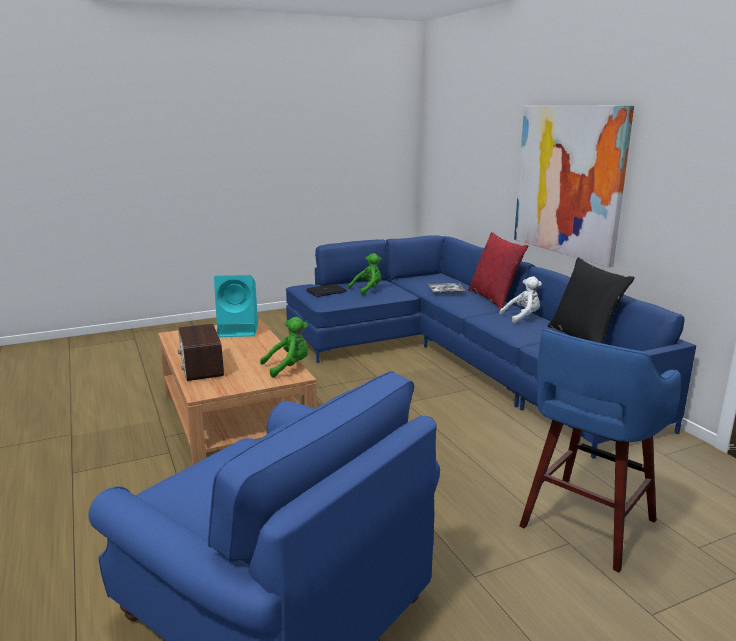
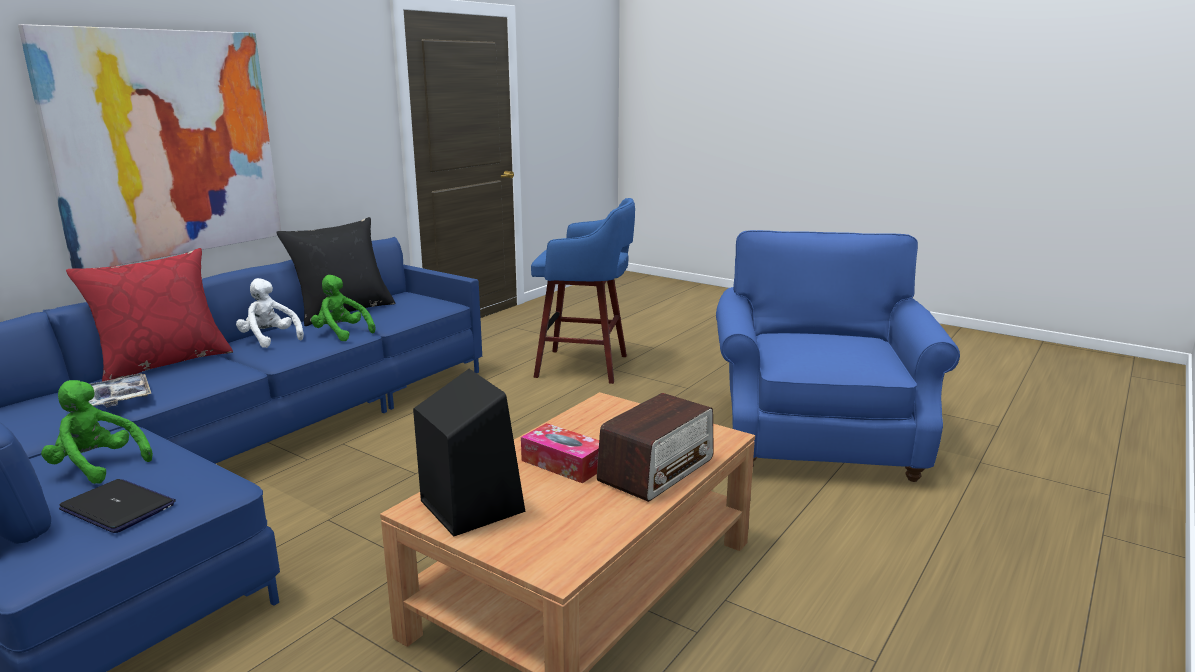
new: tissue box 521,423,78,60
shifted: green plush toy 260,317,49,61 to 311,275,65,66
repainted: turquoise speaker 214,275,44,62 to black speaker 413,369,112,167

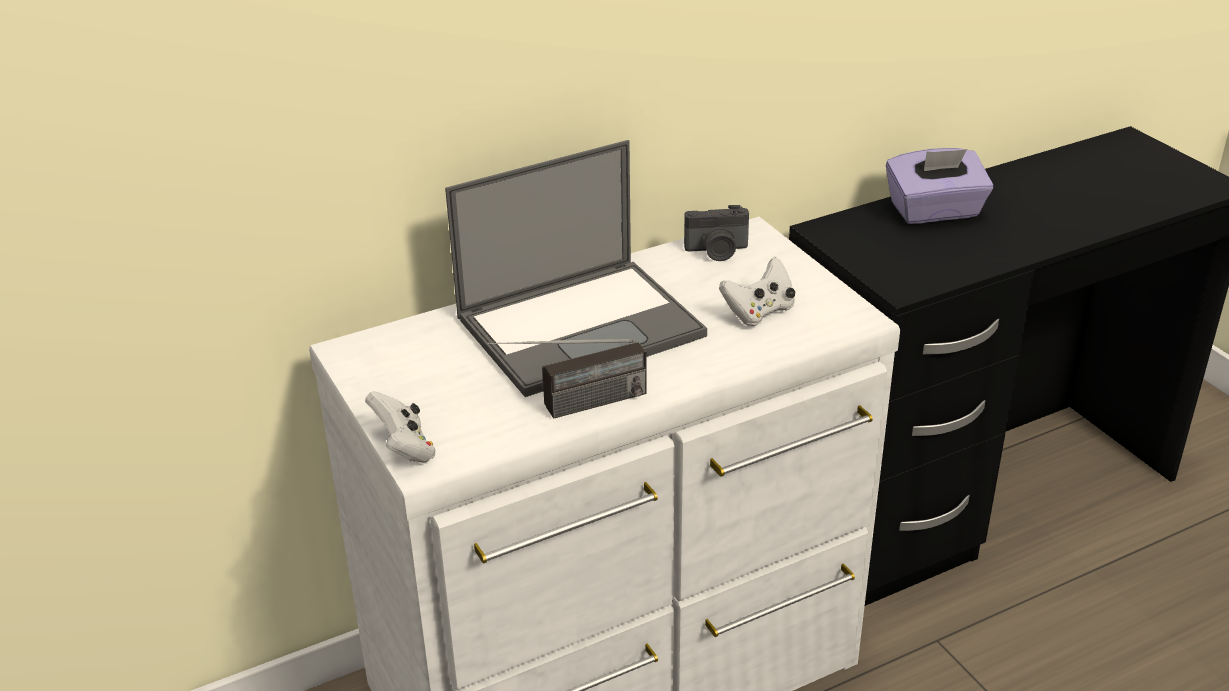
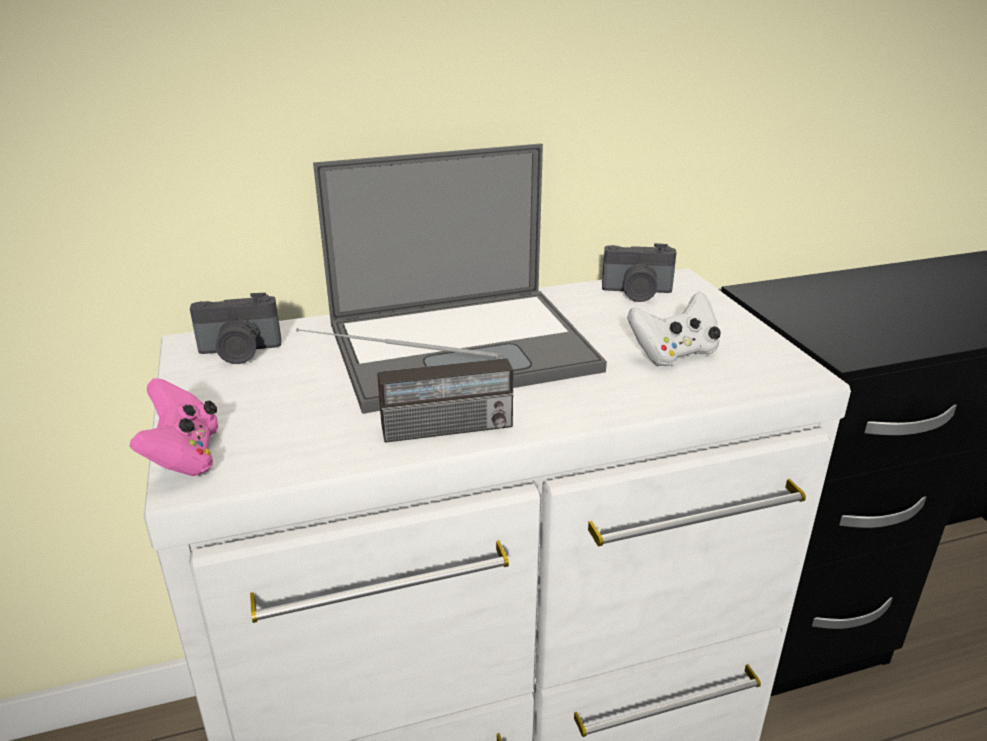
gone: purple tissue box 886,148,107,76
new: photo camera 190,293,91,71
repainted: white game controller 365,391,71,72 to pink game controller 130,378,88,98

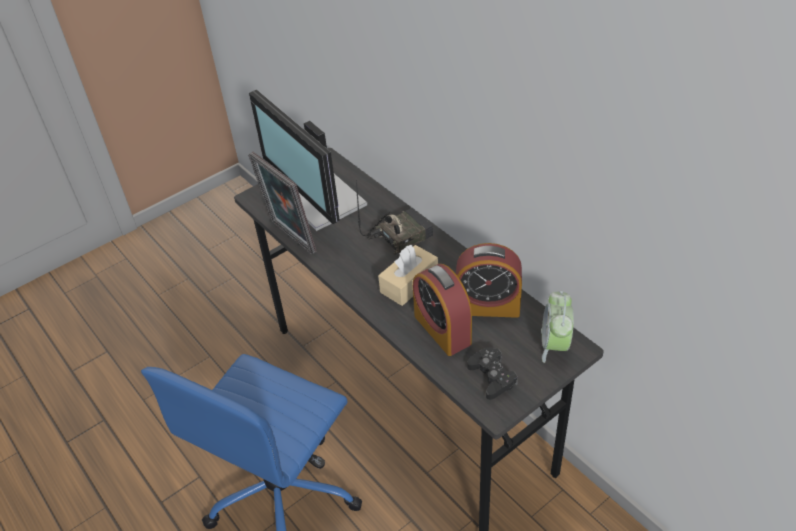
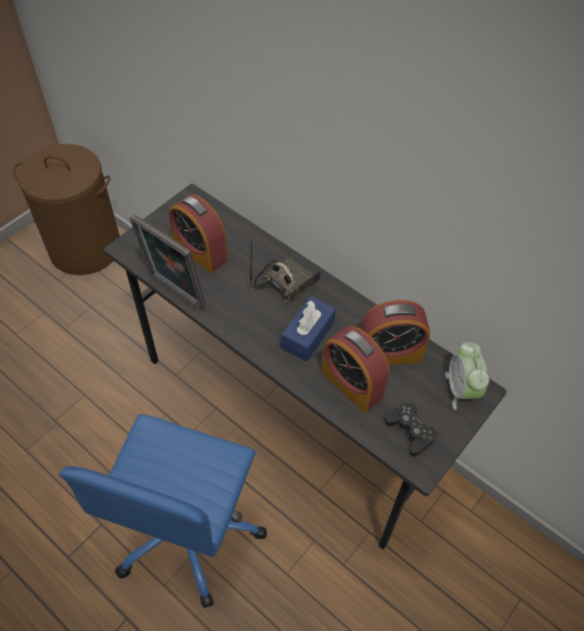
new: brown laundry basket 13,144,107,131
swapped: monitor 249,90,118,141 to alarm clock 169,195,59,78
repainted: beige tissue box 378,245,60,61 to blue tissue box 281,296,55,65

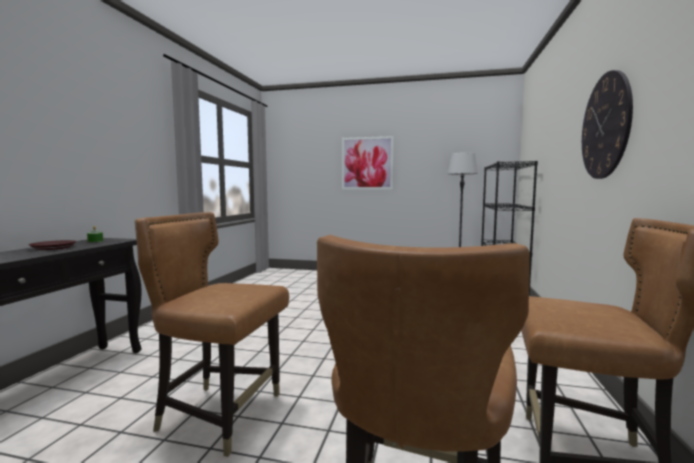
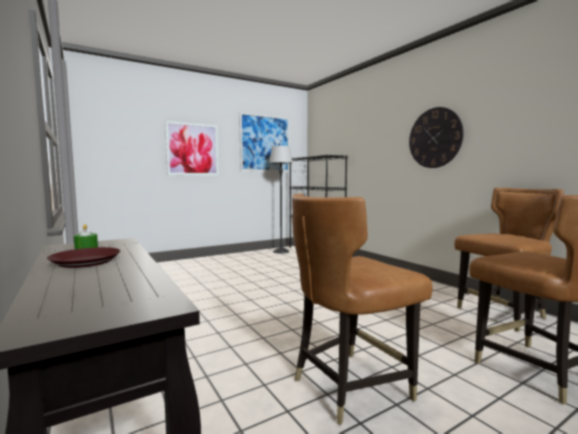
new: picture 239,112,51,60

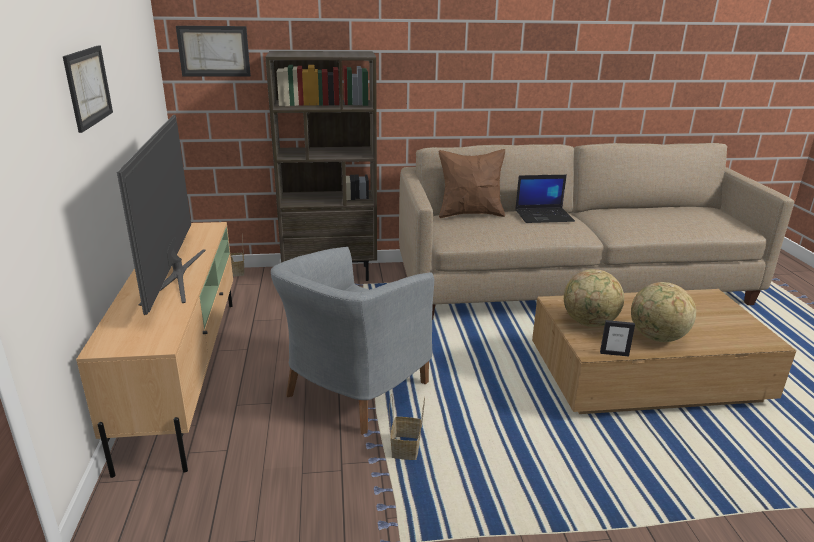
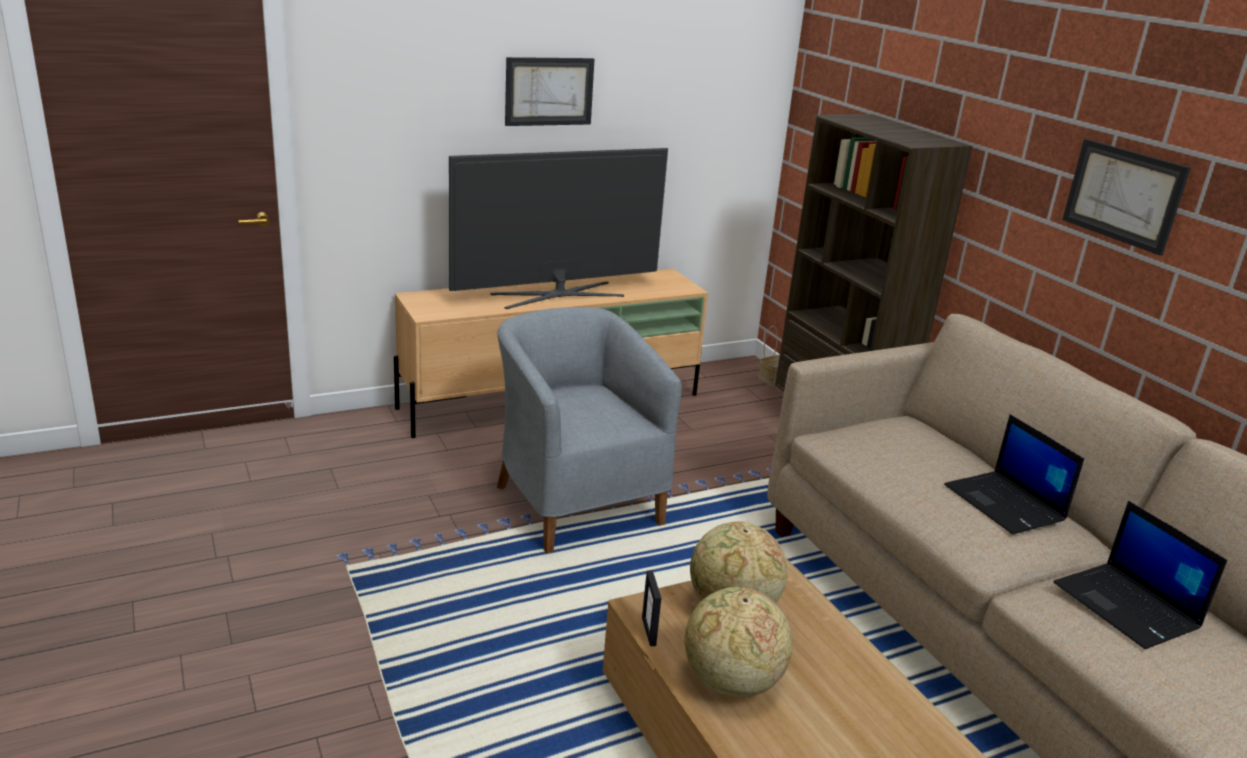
gone: basket 389,394,36,66; brown pillow 439,149,66,69
new: laptop 1053,501,174,148
shifted: picture 176,26,75,50 to 1062,139,128,117
rotated: grey armchair 271,247,163,188 = 497,307,185,246 45 degrees clockwise

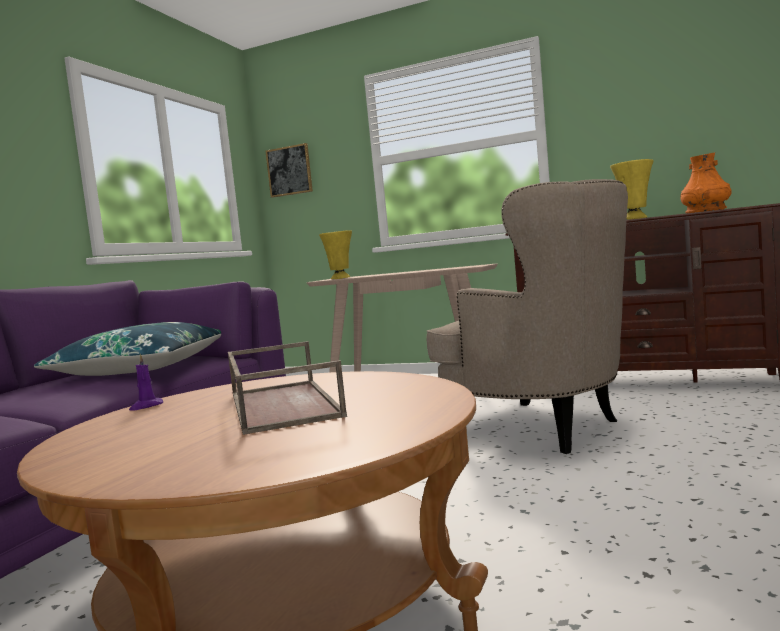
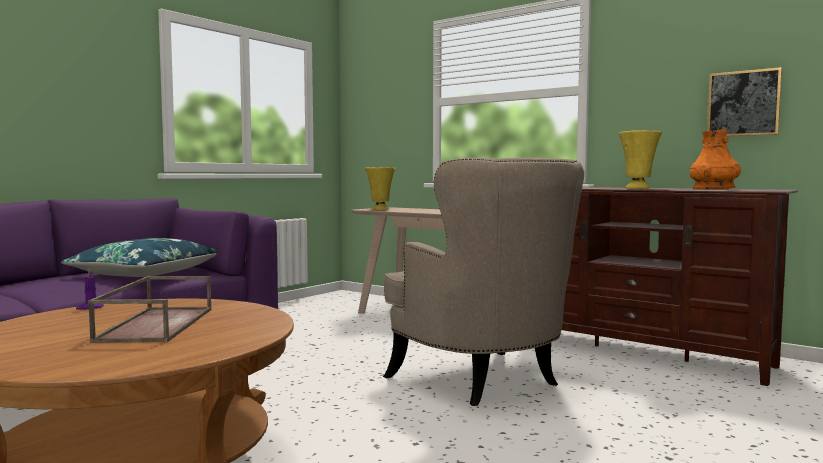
shifted: picture 265,143,48,55 to 707,67,75,69

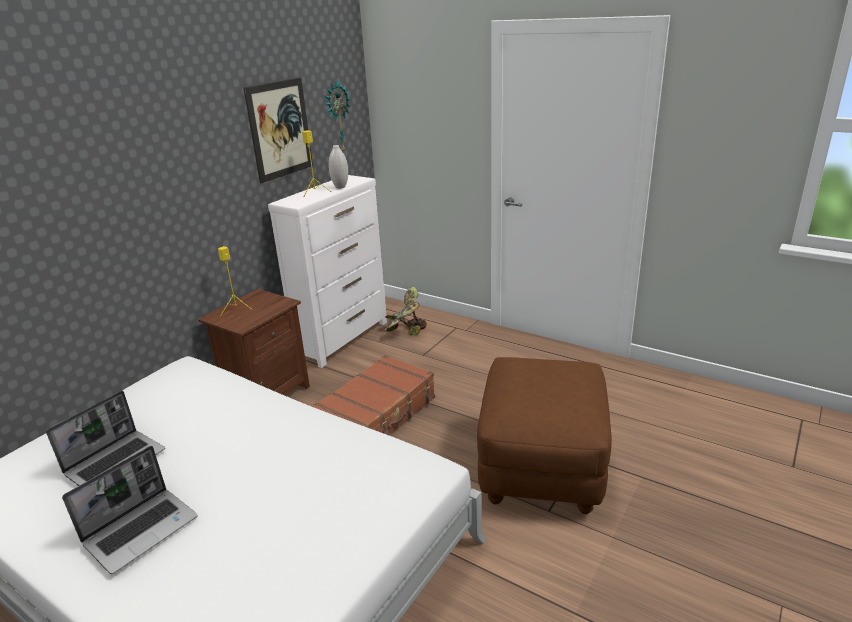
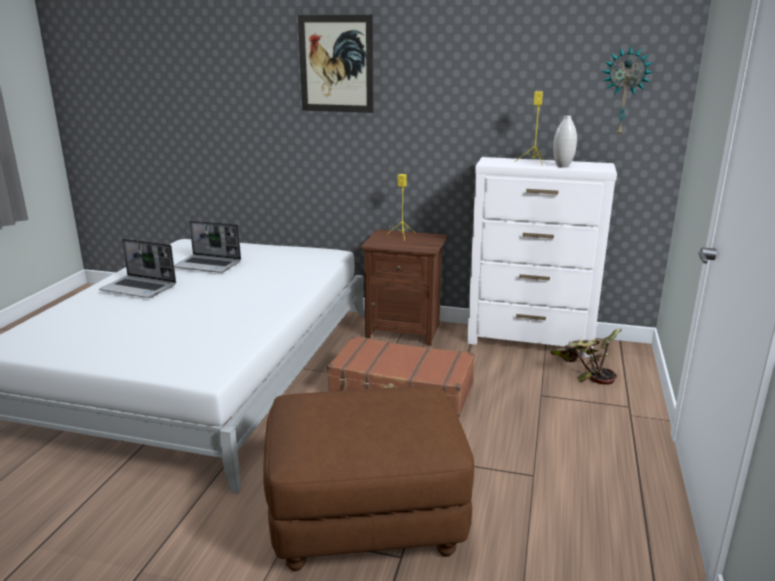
shifted: picture 244,77,69,106 to 298,15,76,98

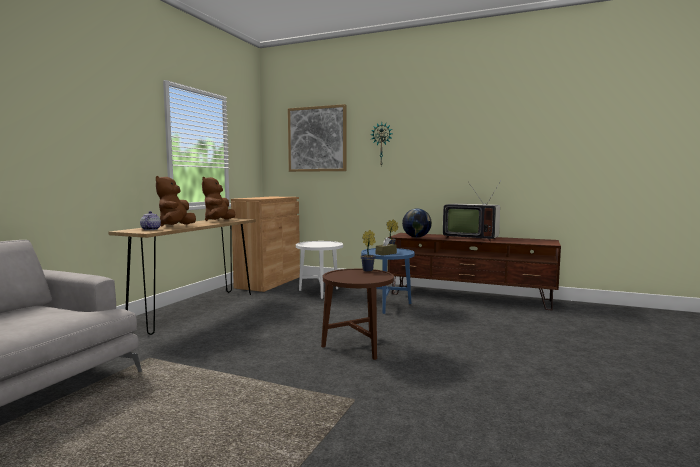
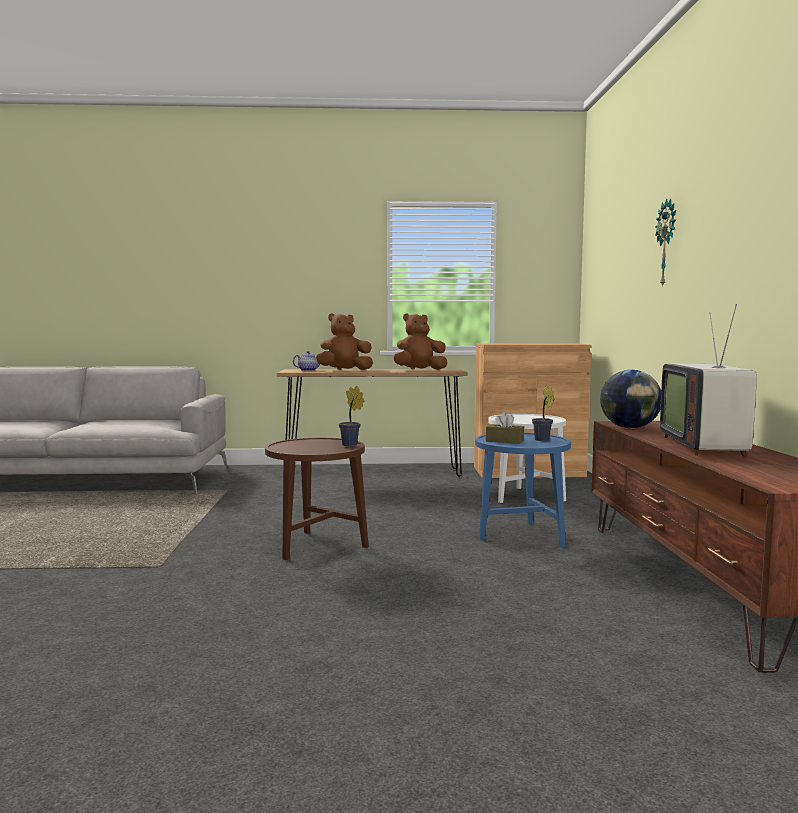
gone: picture 288,104,58,68

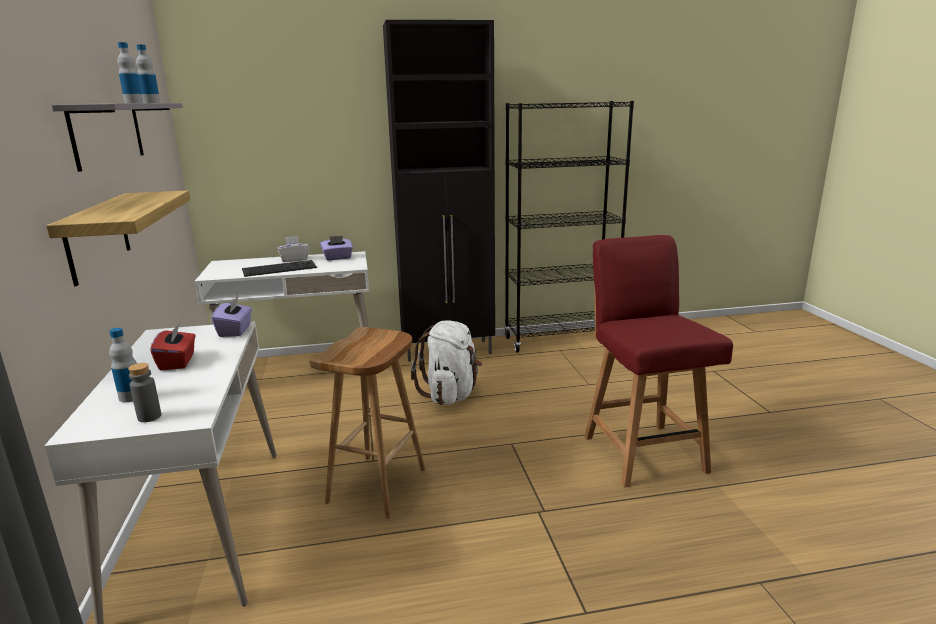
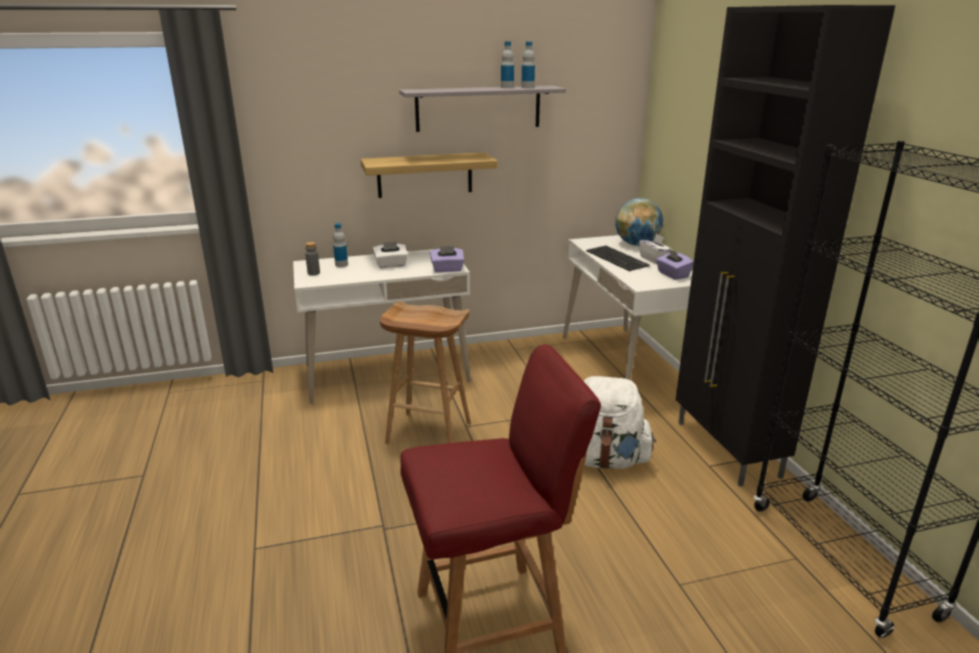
new: globe 615,198,48,48
repainted: red tissue box 150,323,45,47 to white tissue box 373,242,35,26

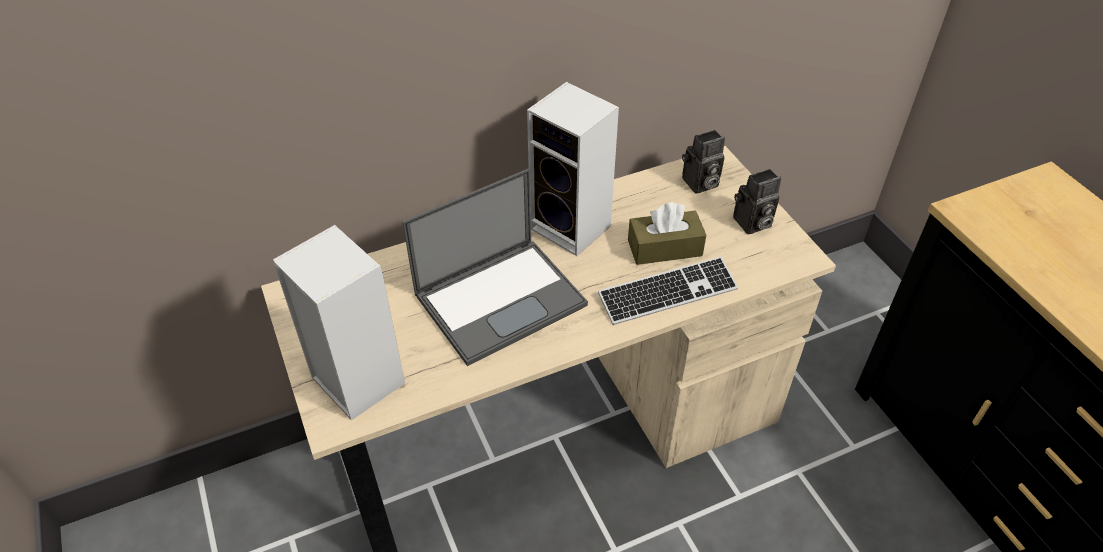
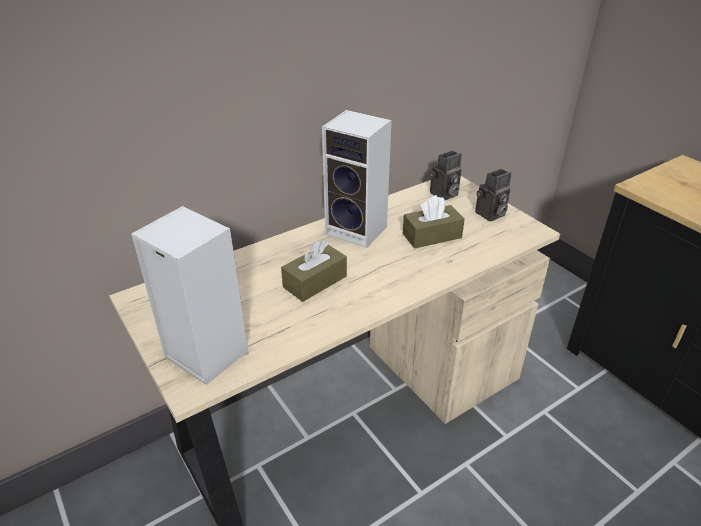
gone: keyboard 598,256,141,69
swapped: laptop 402,168,186,198 to brown tissue box 281,240,66,62

